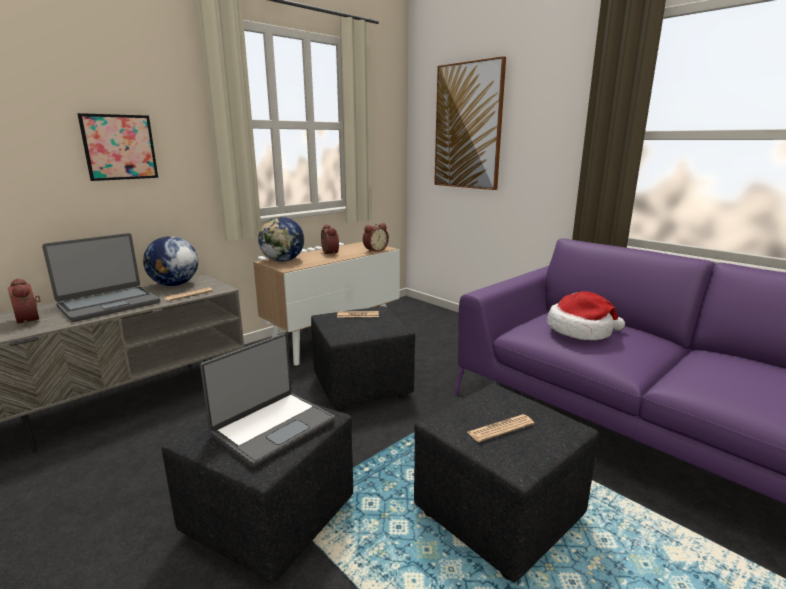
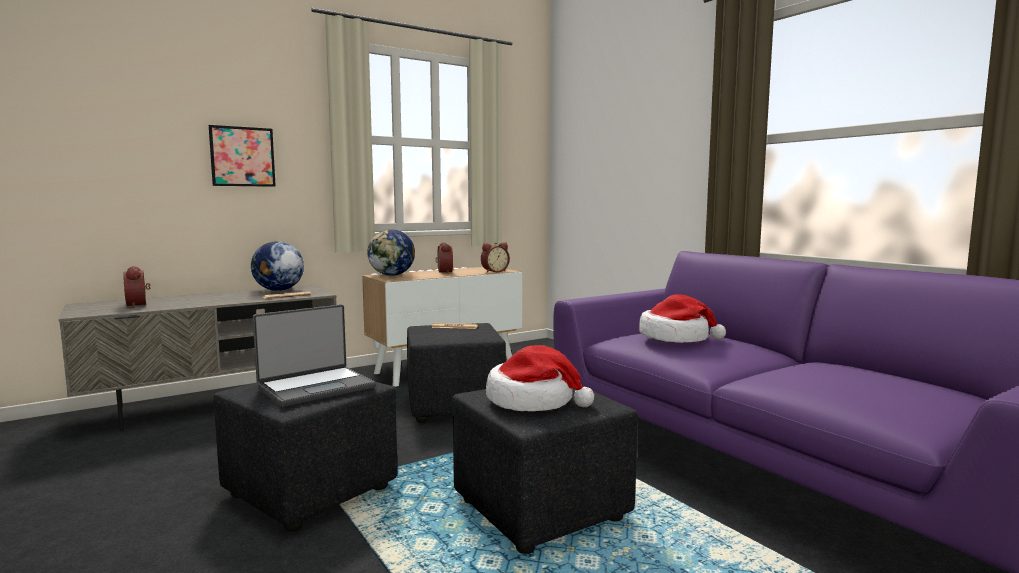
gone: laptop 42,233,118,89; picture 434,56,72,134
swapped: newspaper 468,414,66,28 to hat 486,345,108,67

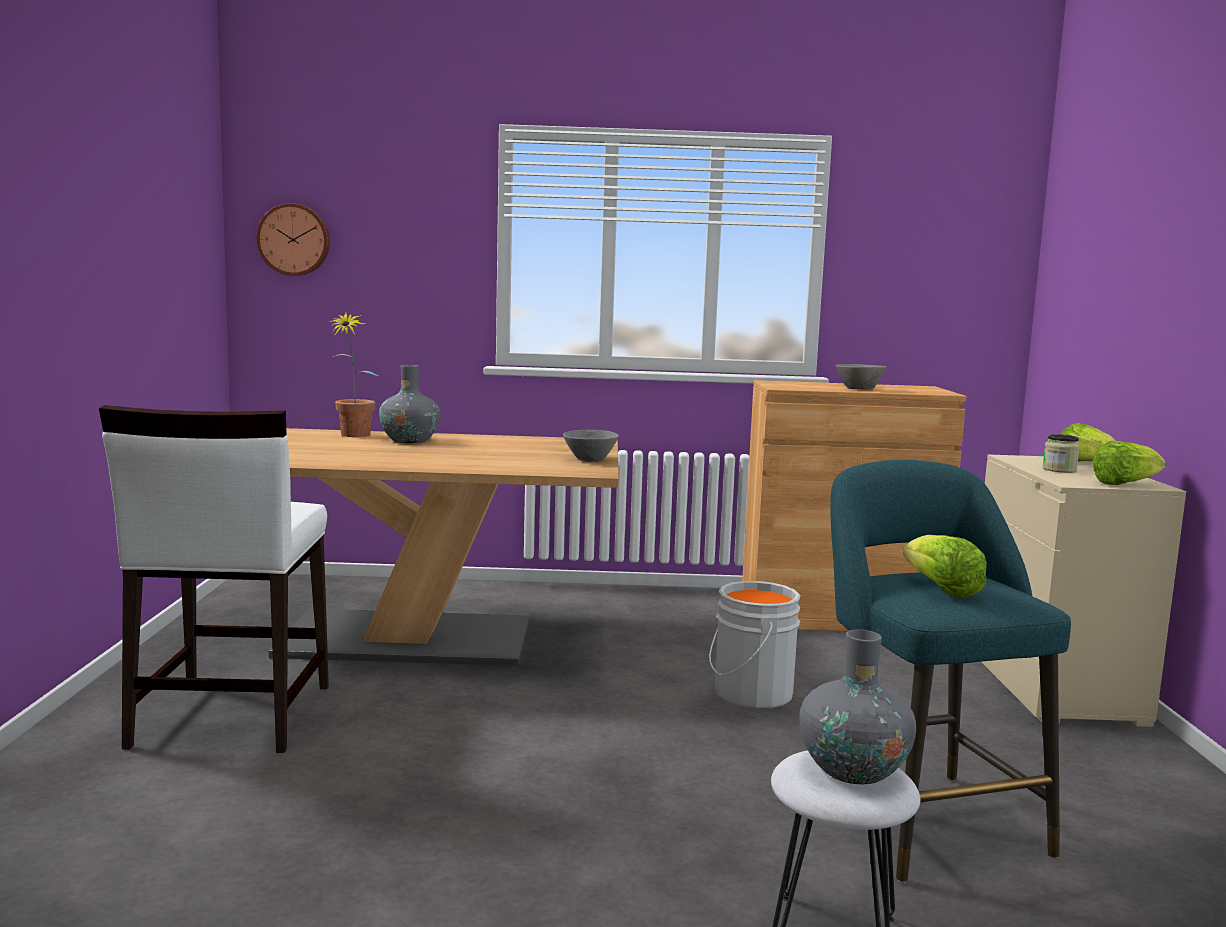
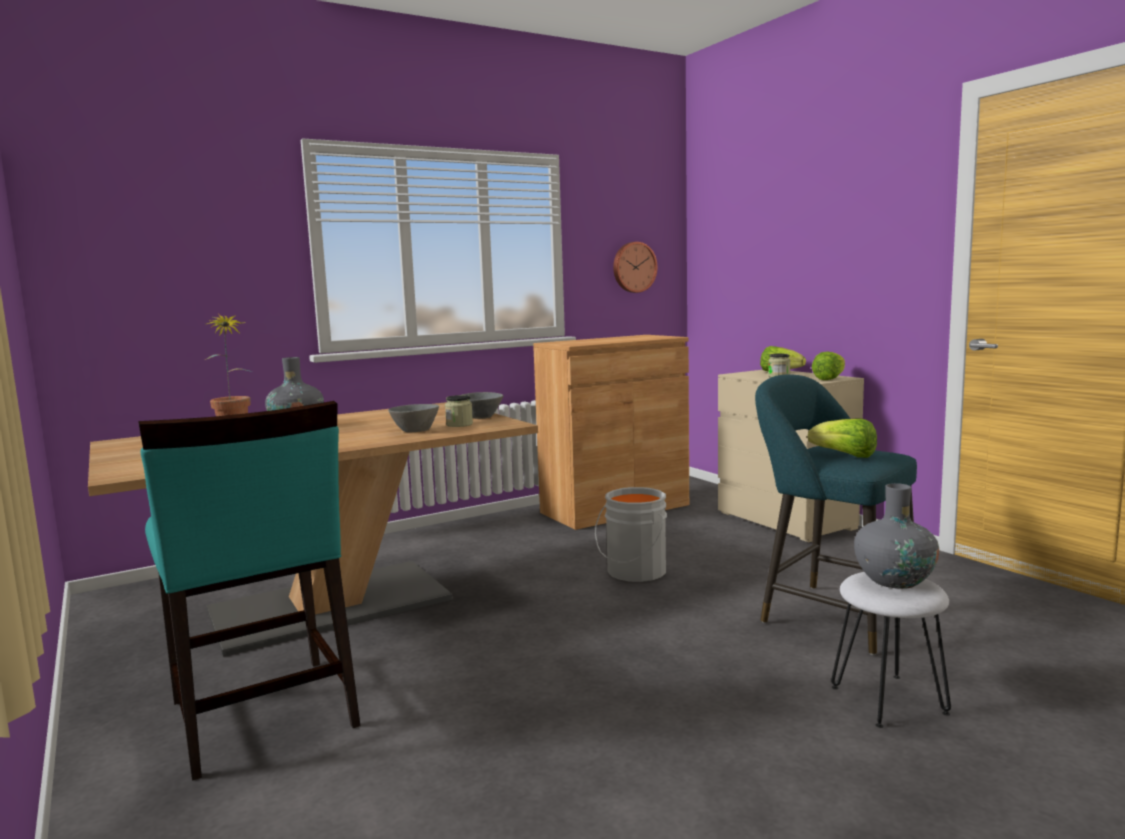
new: jar 445,395,28,32
shifted: wall clock 256,203,74,73 to 613,242,44,51; grey bowl 835,364,51,26 to 388,404,51,28
repainted: white chair 99,405,230,348 to turquoise chair 138,401,222,380

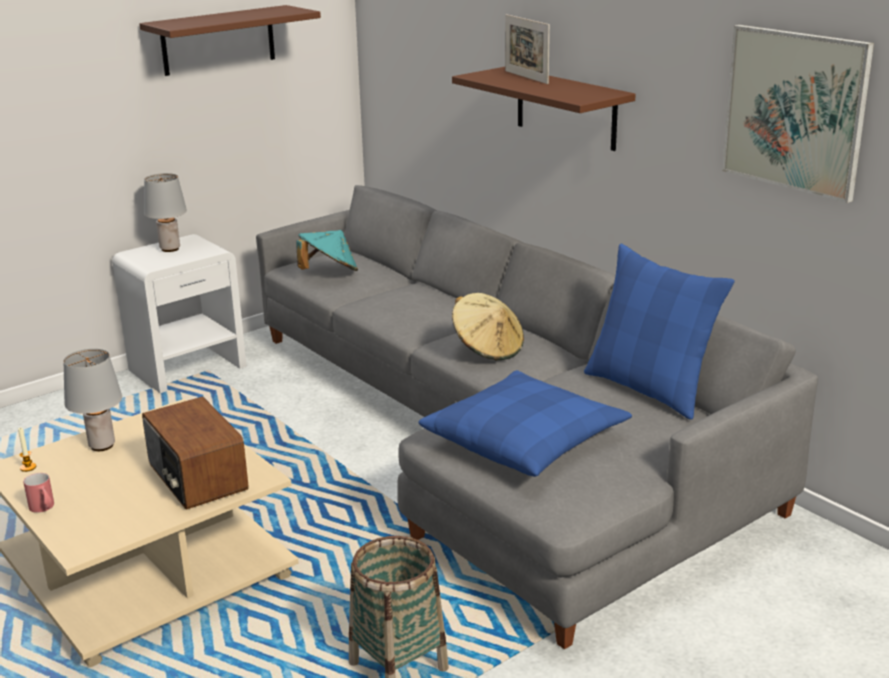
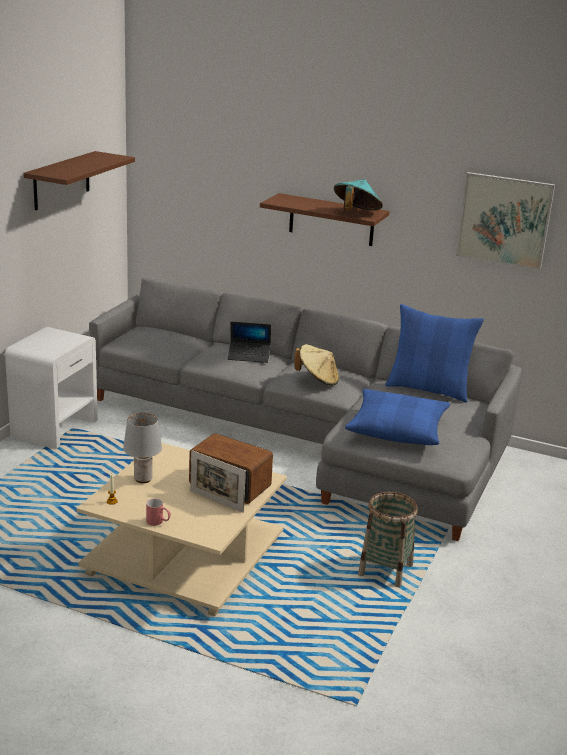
gone: grey table lamp 144,173,43,79
new: laptop 228,322,43,41
shifted: turquoise hat 296,230,62,41 to 334,179,49,32; picture frame 505,14,45,70 to 191,450,55,63

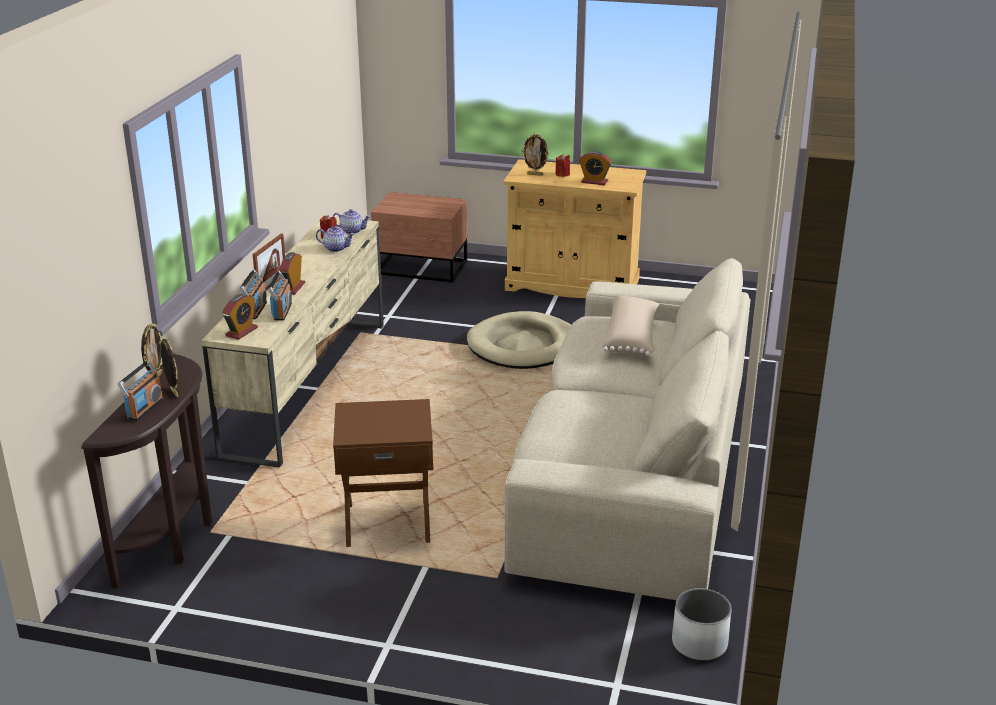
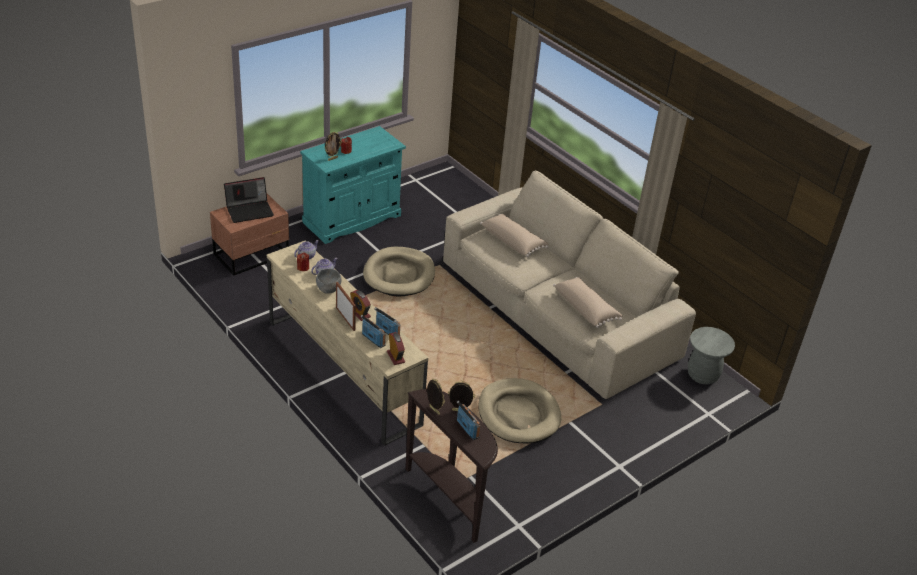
gone: alarm clock 579,151,33,34
new: laptop 224,177,50,46; grey bowl 316,269,26,25; beige pillow 553,277,70,51
swapped: brown side table 333,399,100,148 to beige dog bed 478,378,83,65; white planter 672,588,59,72 to grey stool 688,327,47,57
repainted: beige cabinet 503,159,143,139 to turquoise cabinet 300,126,106,118

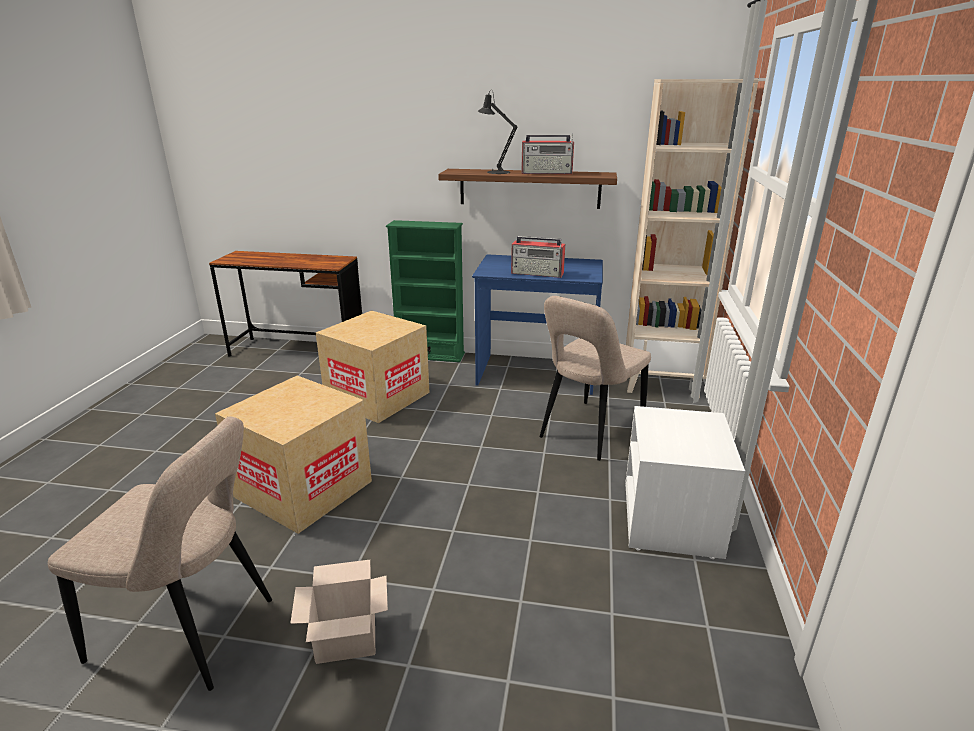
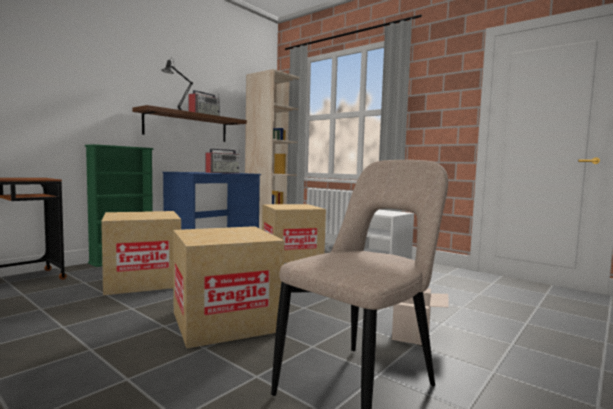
swapped: beige chair 540,296,111,165 to cardboard box 262,204,64,59

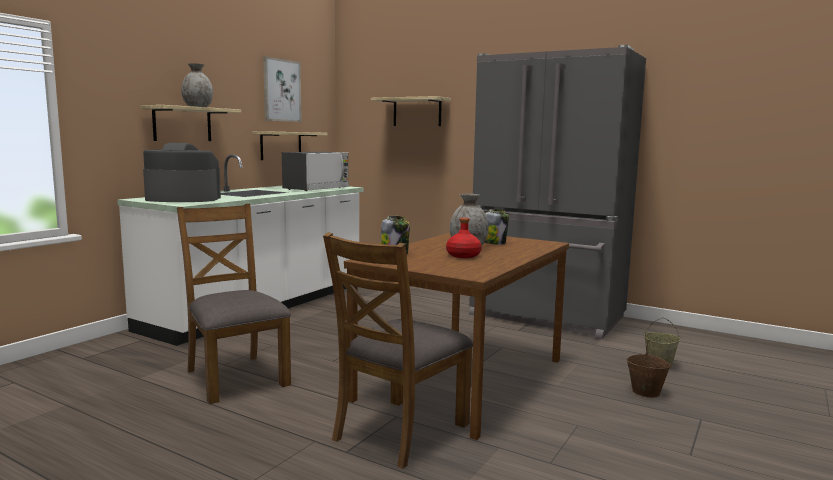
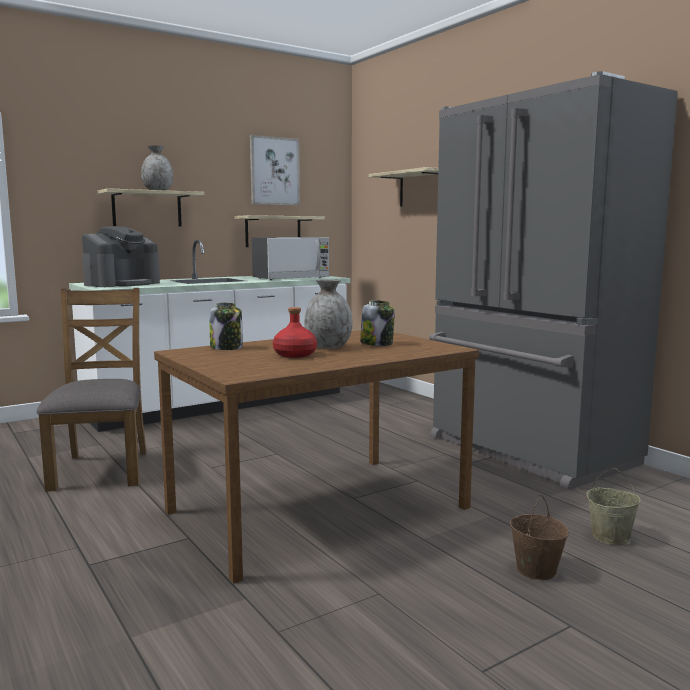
gone: brown chair 323,233,150,236
rotated: coffee machine 143,143,78,59 = 82,227,78,60 105 degrees clockwise

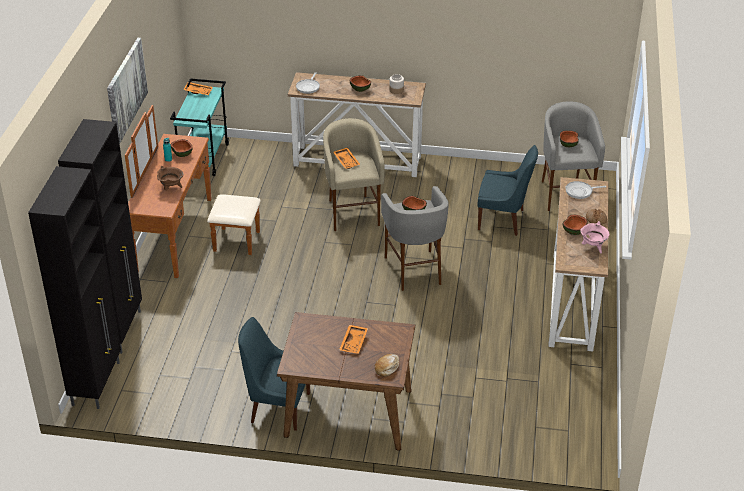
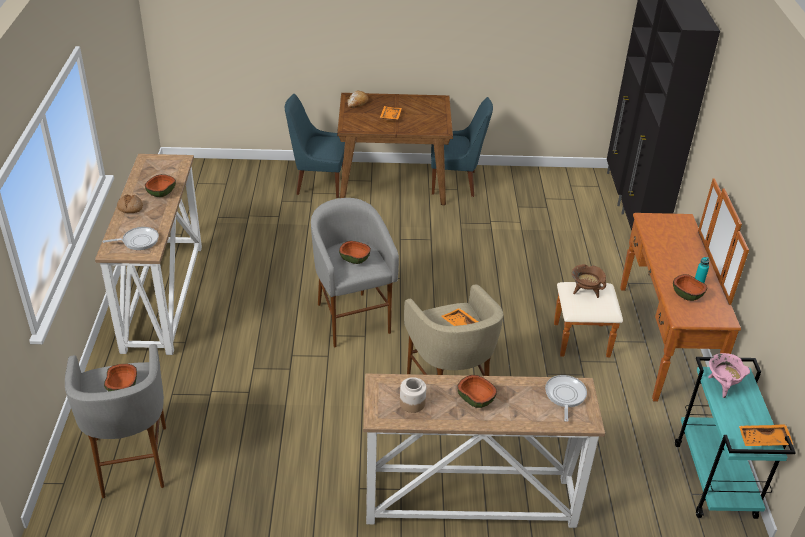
gone: picture 107,38,41,106
shifted: brown cooking pot 157,166,26,24 to 572,264,34,34; blue chair 478,145,60,91 to 285,94,60,104; pink cooking pot 580,221,30,32 to 708,353,42,45

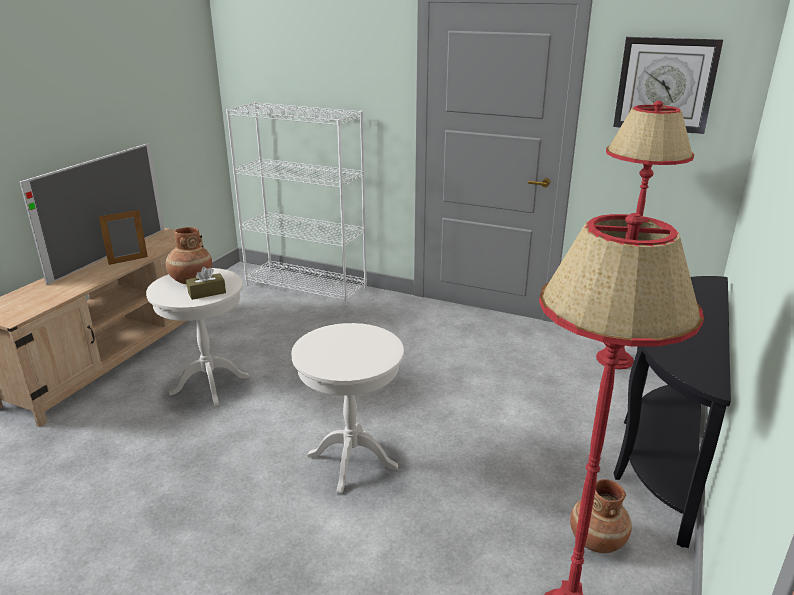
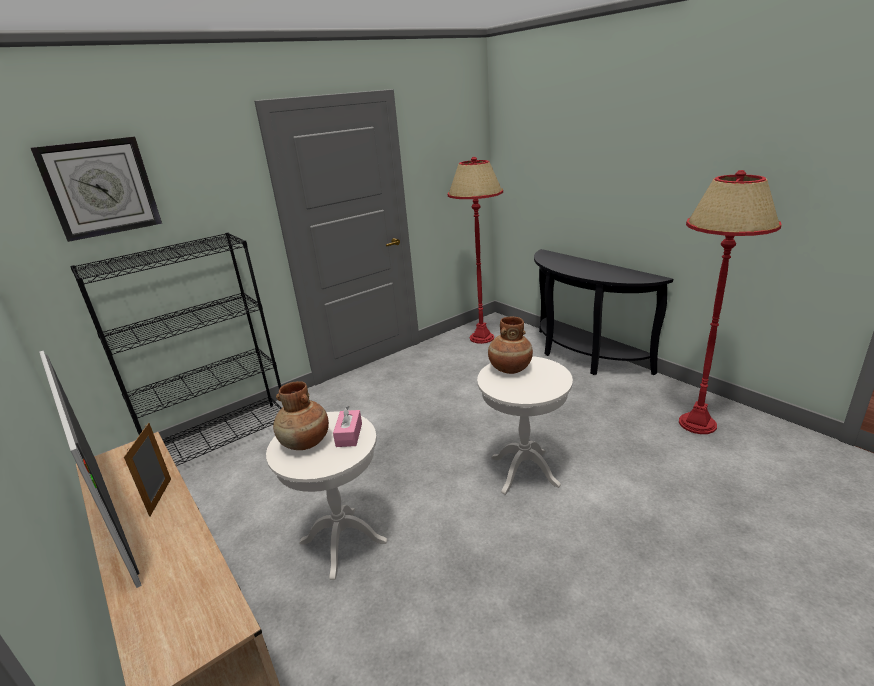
shifted: brown vase 570,479,62,74 to 488,317,45,57; wall clock 613,37,110,97 to 31,137,131,105
repainted: brown tissue box 186,267,40,33 to pink tissue box 333,406,29,41; white bookcase 226,102,141,204 to black bookcase 70,232,212,234

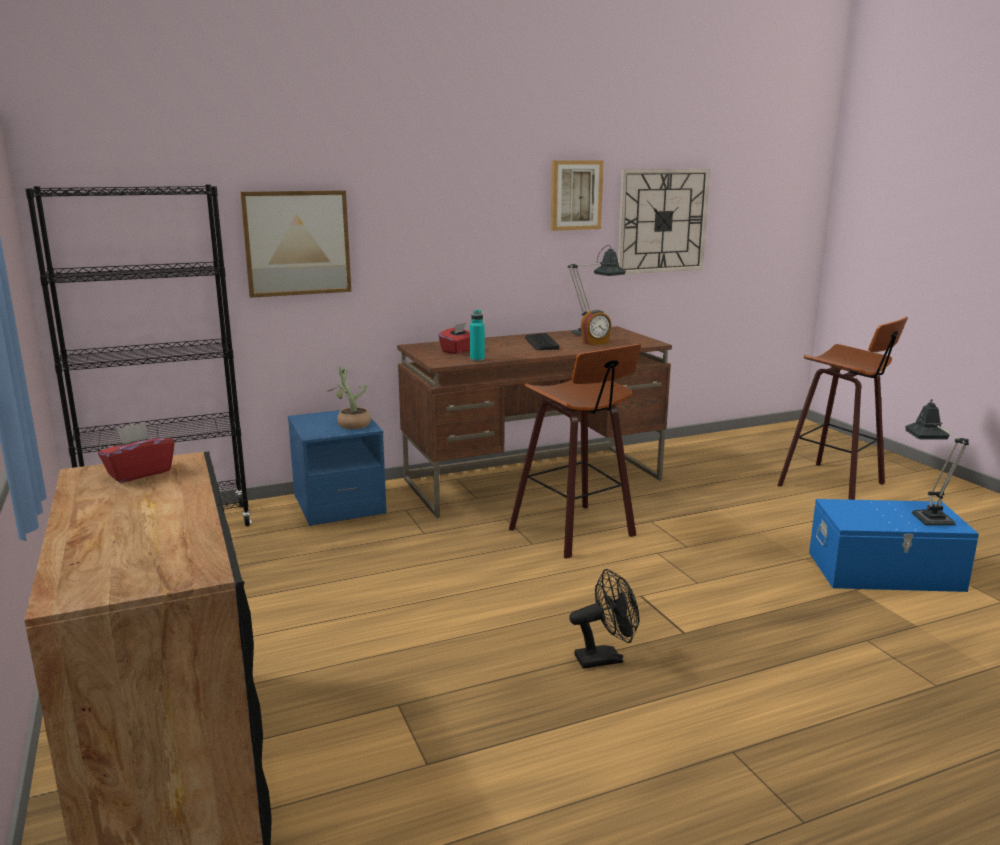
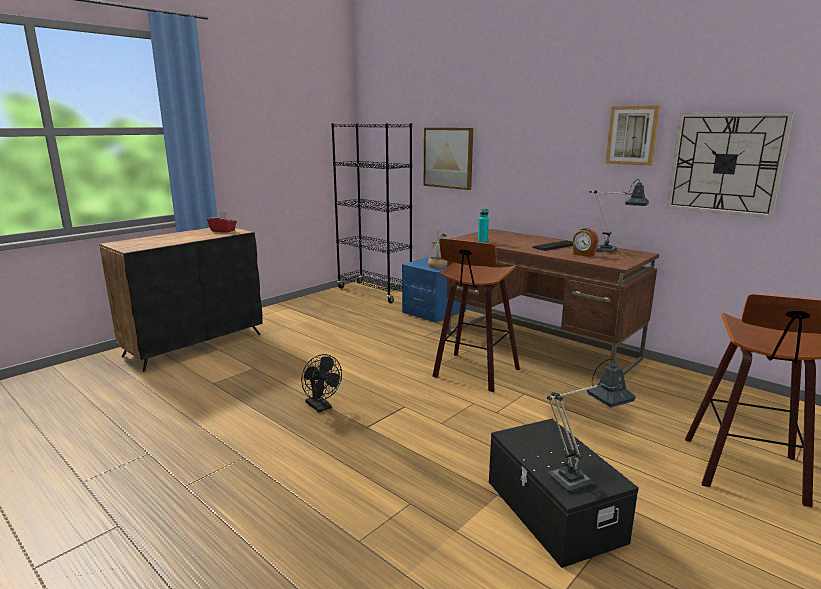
gone: red tissue box 438,323,32,31
repainted: blue storage box 809,499,170,93 to black storage box 489,419,150,149

